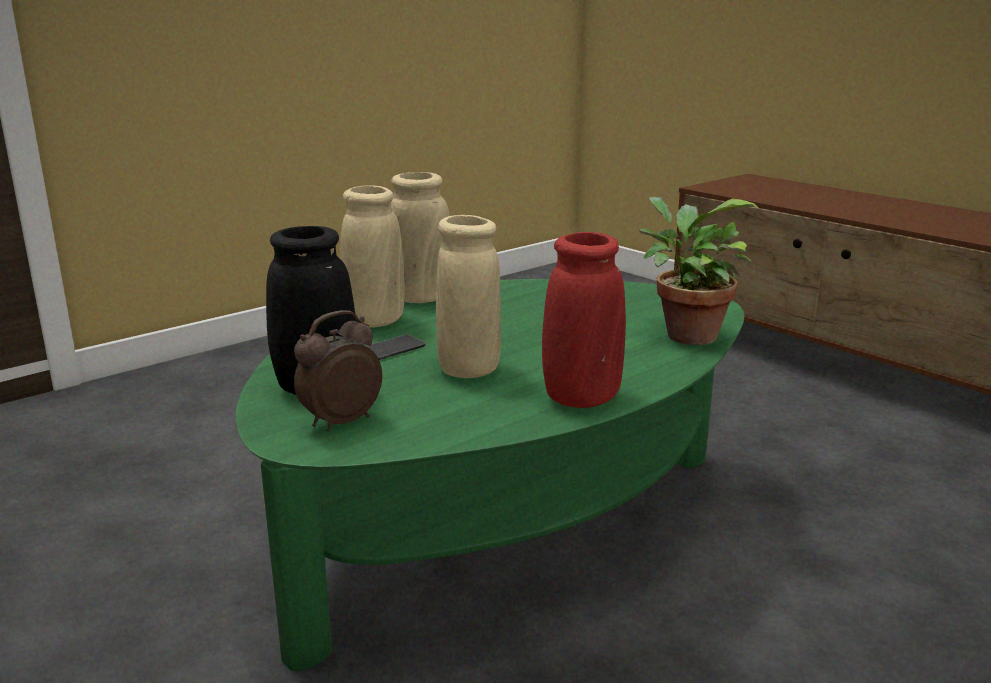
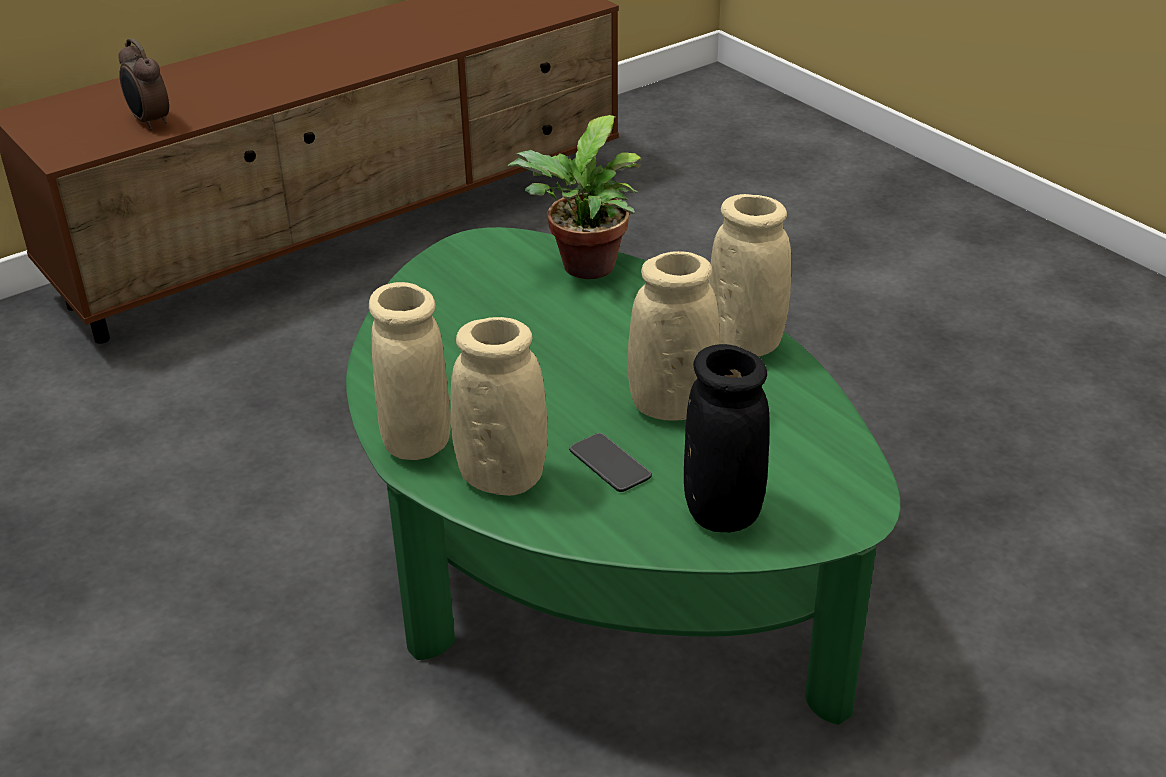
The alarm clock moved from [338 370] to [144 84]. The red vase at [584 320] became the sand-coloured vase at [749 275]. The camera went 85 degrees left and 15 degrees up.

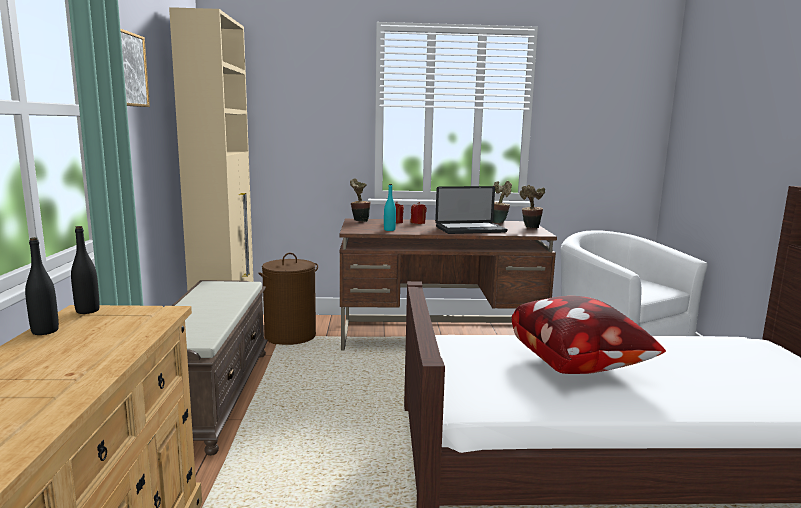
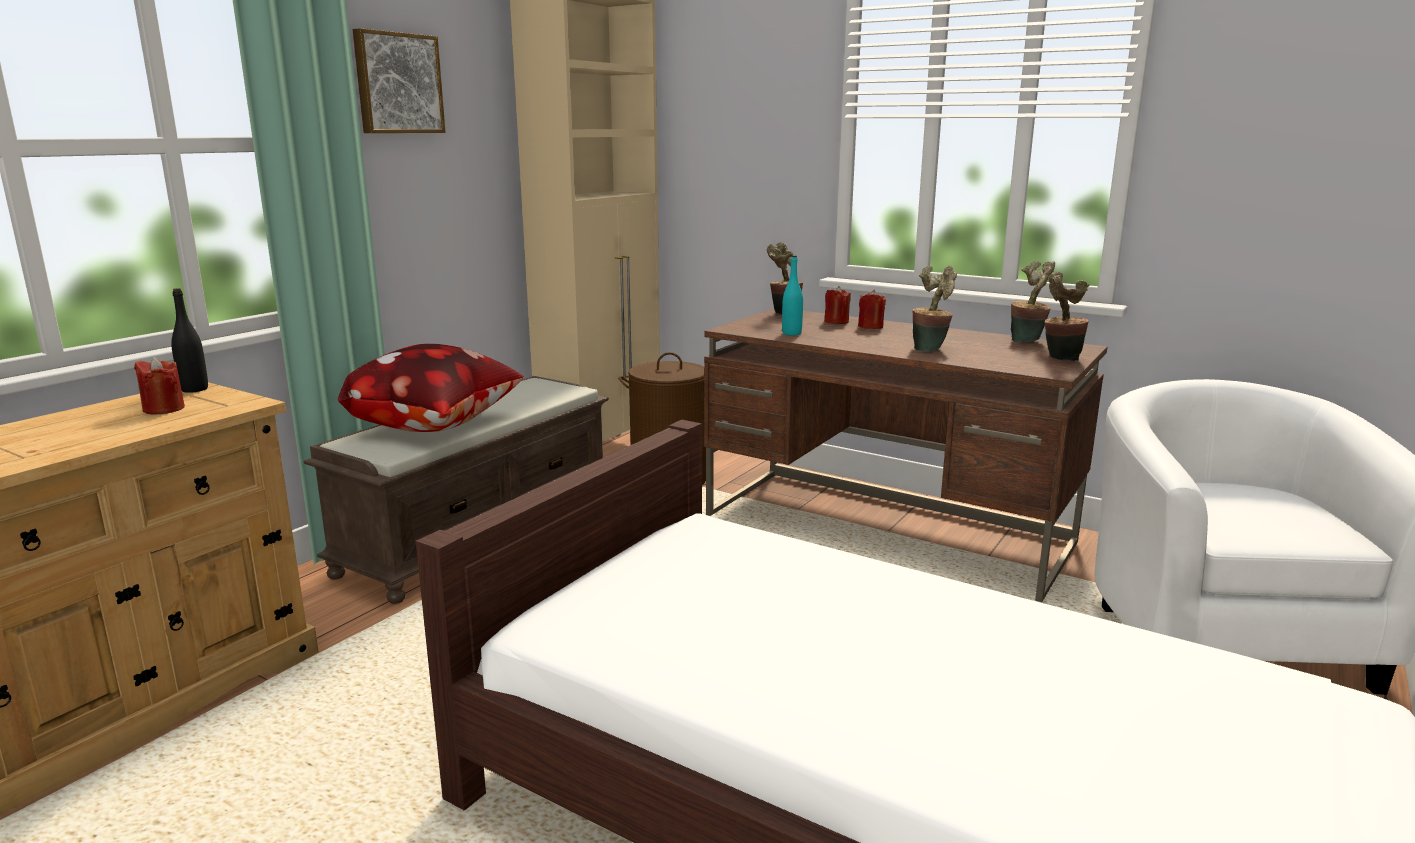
The black-coloured beverage bottle at [42 286] disappeared. The red candle at [159 385] appeared. The pillow moved from [588 335] to [431 388]. The portable computer at [471 210] was replaced by the potted plant at [934 308]. The camera went 35 degrees right and 5 degrees up.

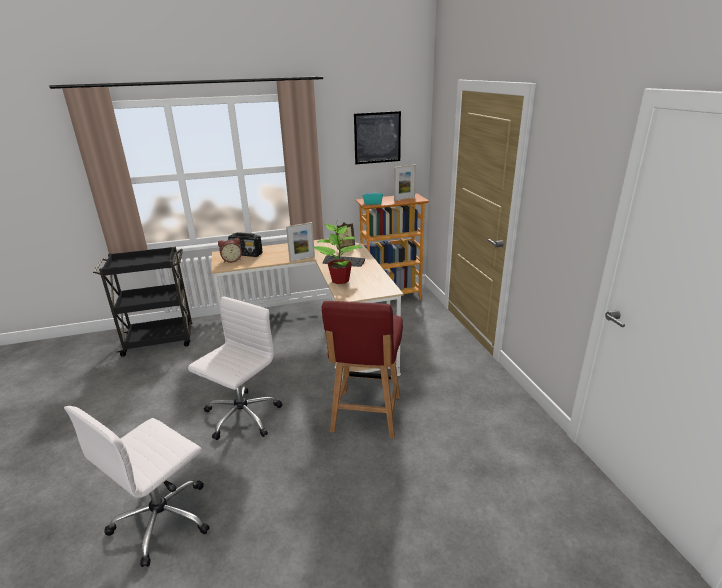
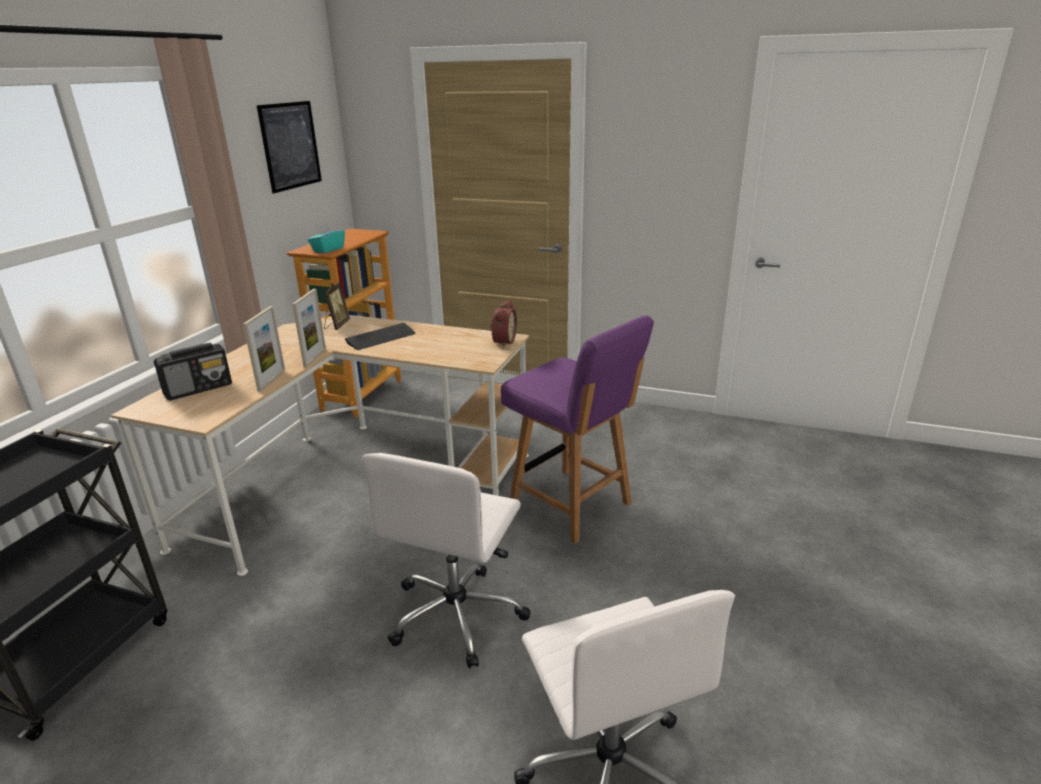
The potted plant at [337 251] disappeared. The alarm clock moved from [230 250] to [503 324]. The standing frame moved from [405 183] to [264 349]. The red plain chair at [362 369] became the purple plain chair at [577 430]. The white-coloured office chair at [235 368] turned 135 degrees counterclockwise. The camera went 55 degrees left and 0 degrees up.

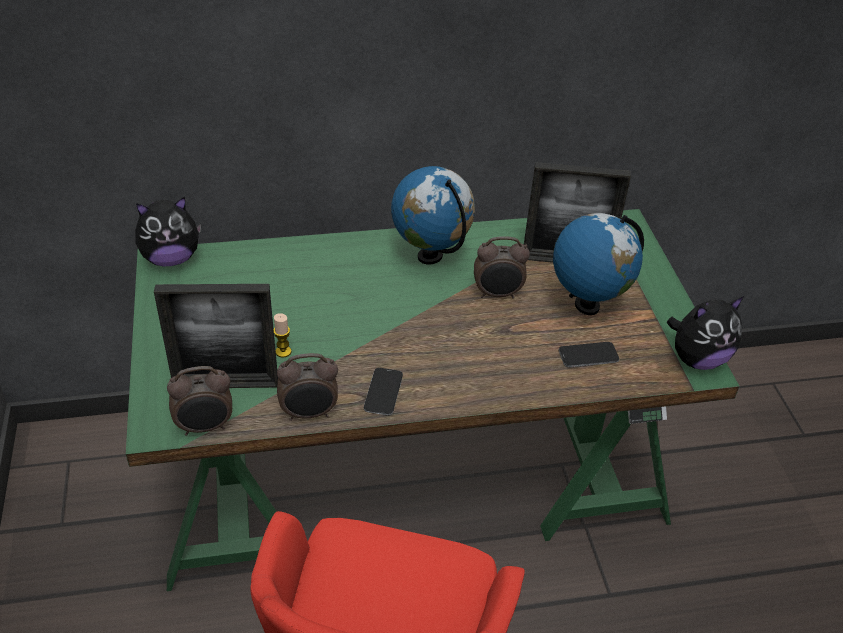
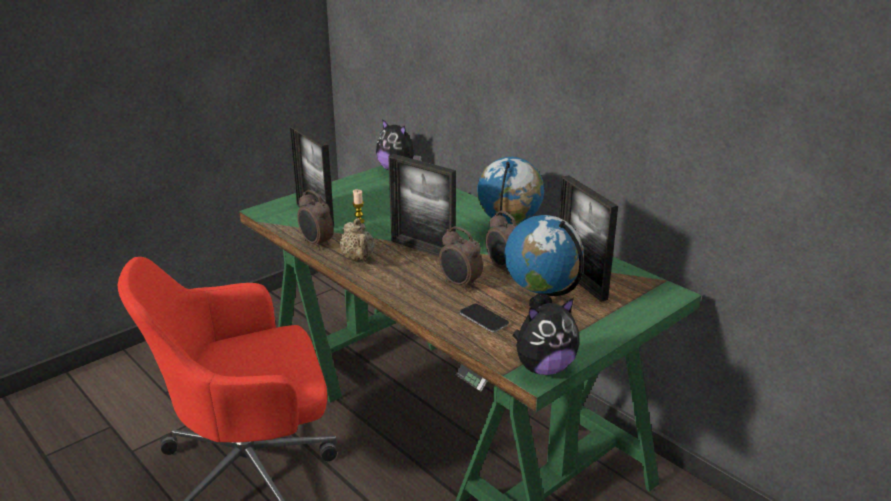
The standing frame at [422 205] appeared. The alarm clock moved from [199 401] to [461 259]. The telephone at [383 391] was replaced by the sand-coloured tea pot at [357 239]. The soft toy at [705 333] turned 60 degrees counterclockwise. The camera went 60 degrees right and 15 degrees down.

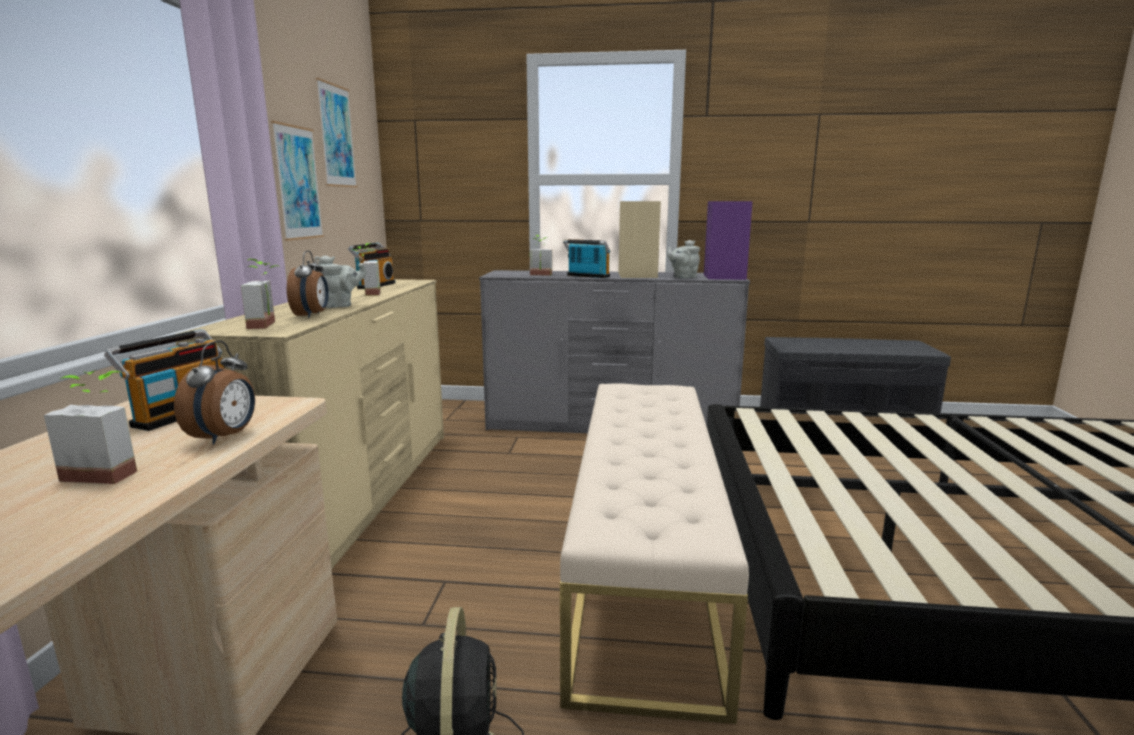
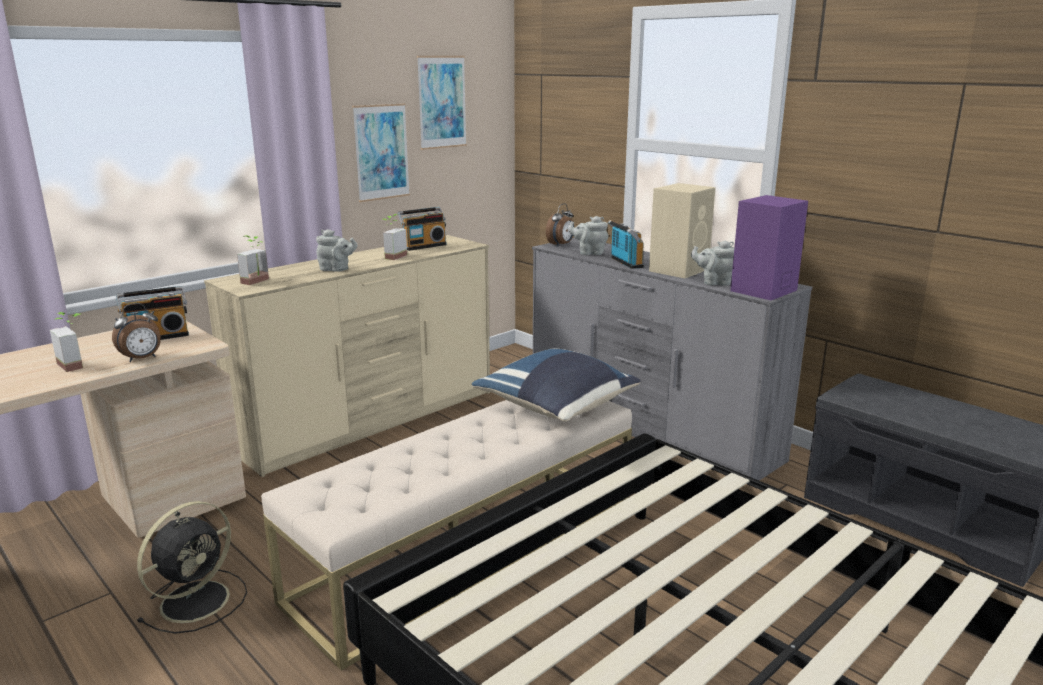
The bluish pillow at [556 385] appeared. The alarm clock moved from [308 284] to [560 225]. The potted plant at [541 255] was replaced by the gray tea pot at [588 235]. The camera went 40 degrees right and 5 degrees up.

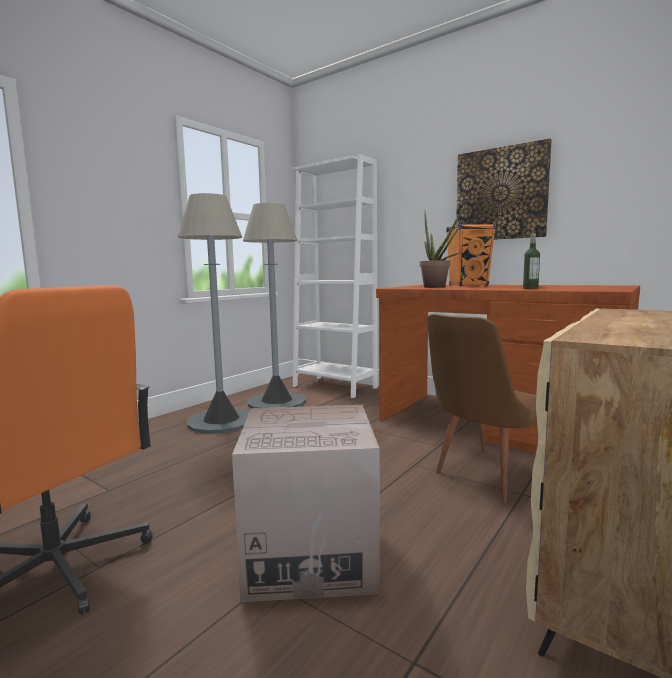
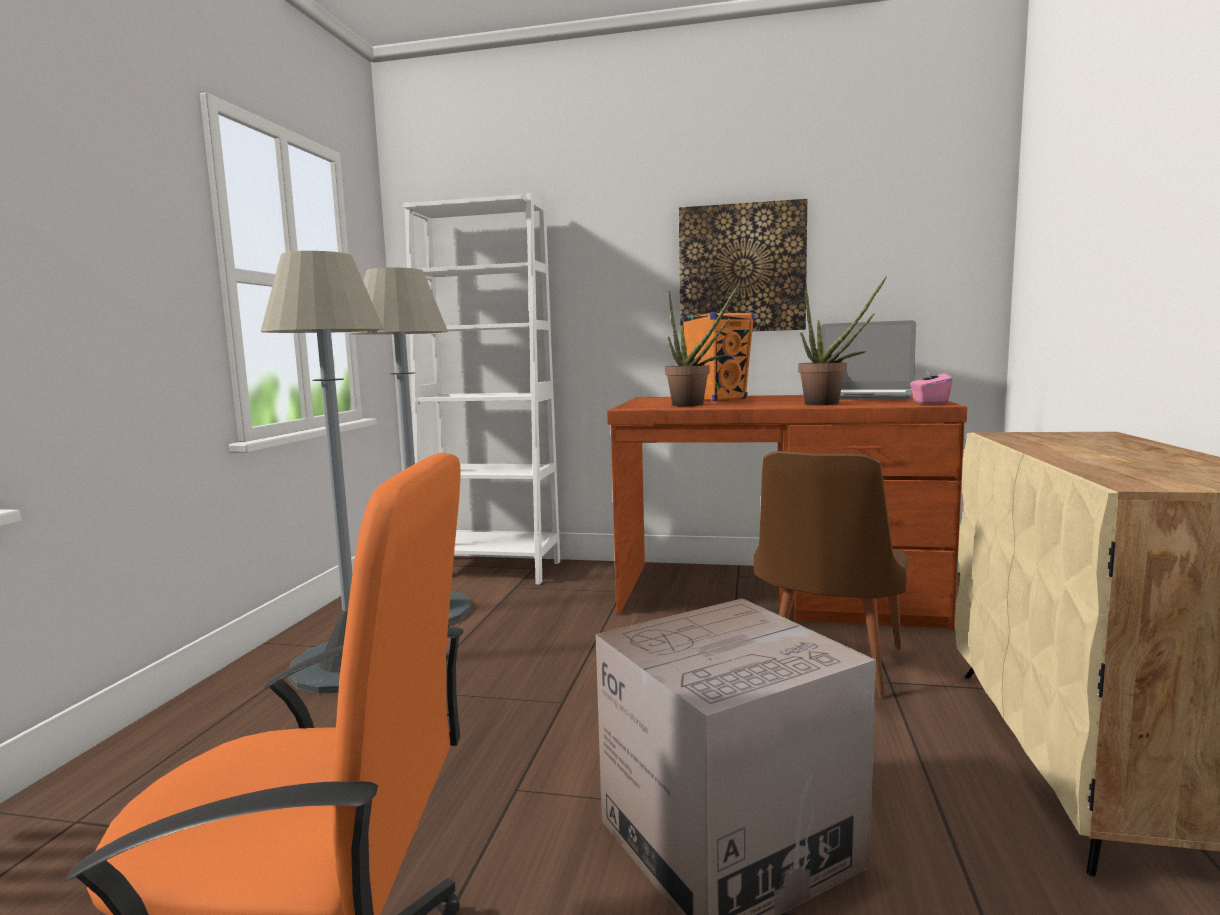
The portable computer at [868 359] appeared. The pink-coloured tissue box at [931 385] appeared. The beverage bottle at [531 261] was replaced by the potted plant at [842 340]. The camera went 25 degrees left and 0 degrees up.

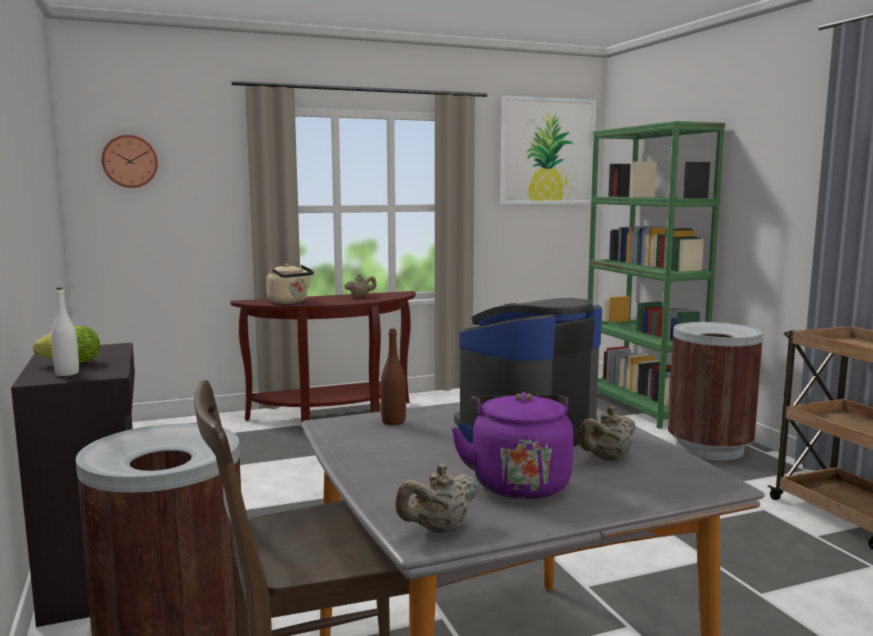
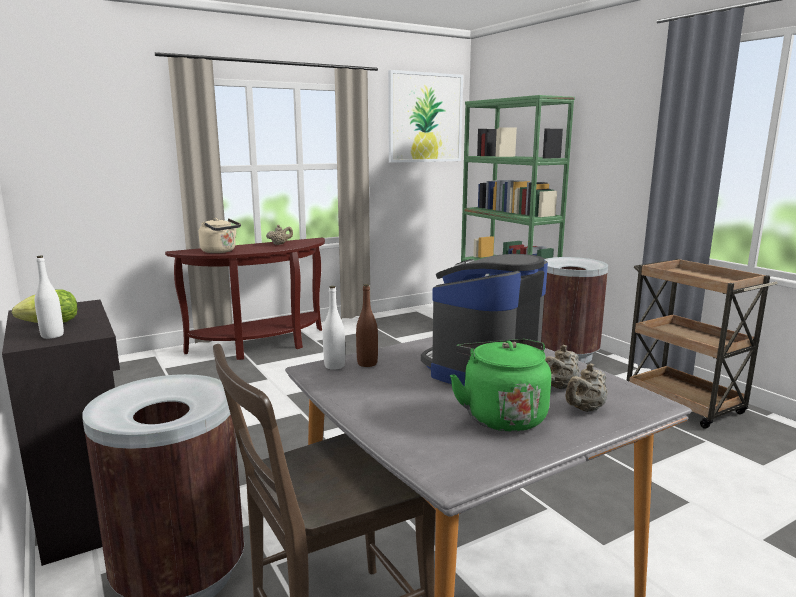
The clock on the wall at [130 161] disappeared. The white-coloured beverage bottle at [334 328] appeared. The sand-coloured tea pot moved from [437 498] to [586 387]. The purple kettle at [512 445] became the greenish kettle at [500 385]. The camera went 10 degrees left and 5 degrees up.

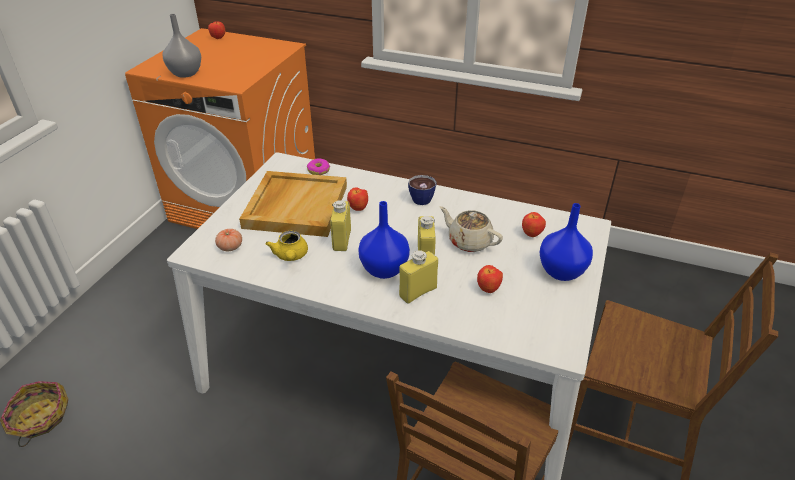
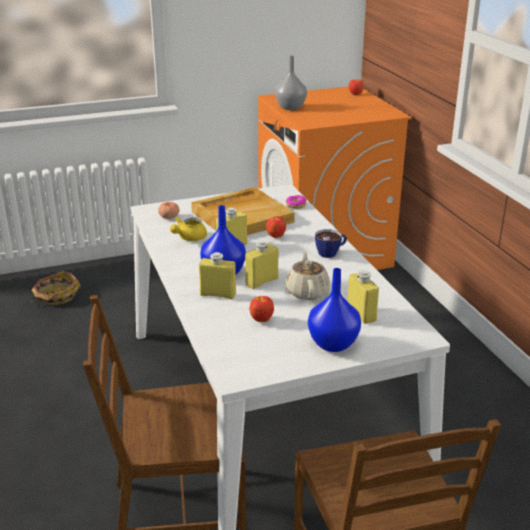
The whole apple at [534 224] was replaced by the yellow beverage bottle at [363 297]. The camera went 50 degrees right and 10 degrees down.

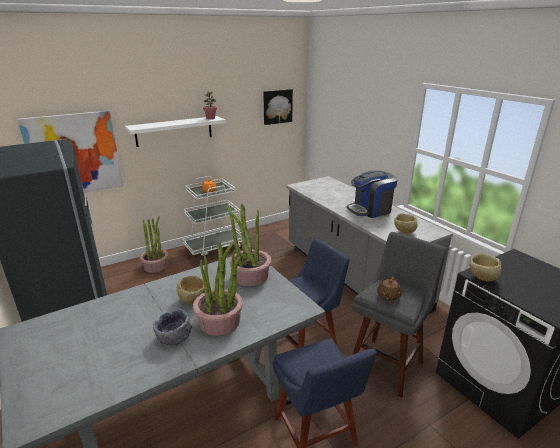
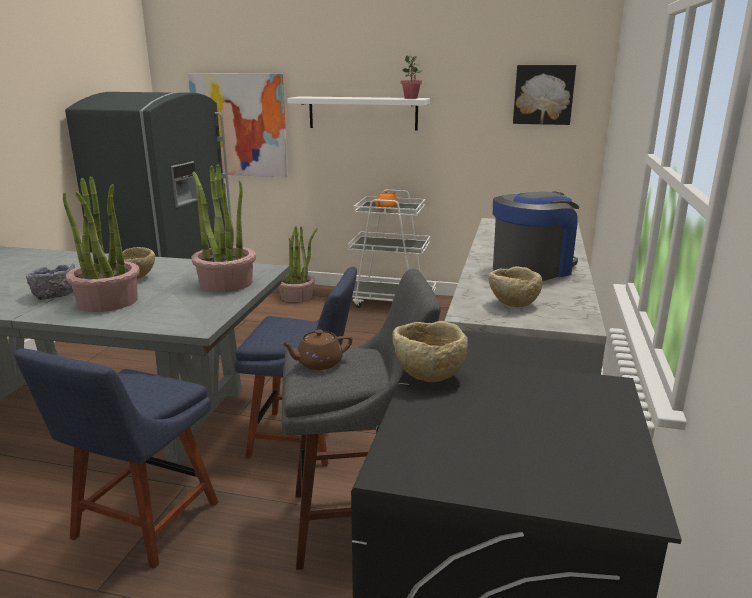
The coffee machine at [372 194] turned 120 degrees clockwise. The camera went 45 degrees right and 5 degrees down.

